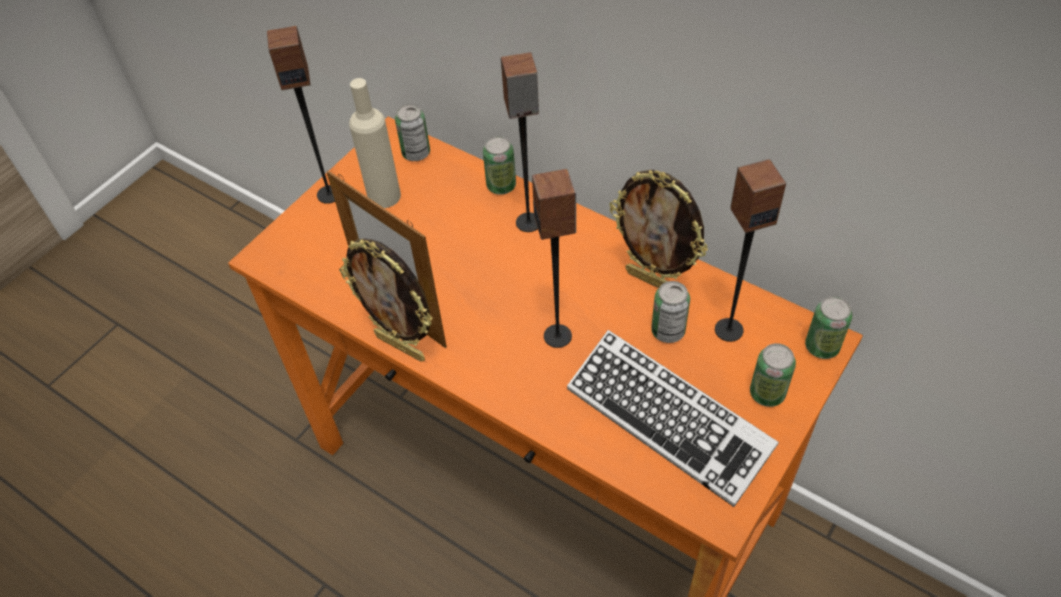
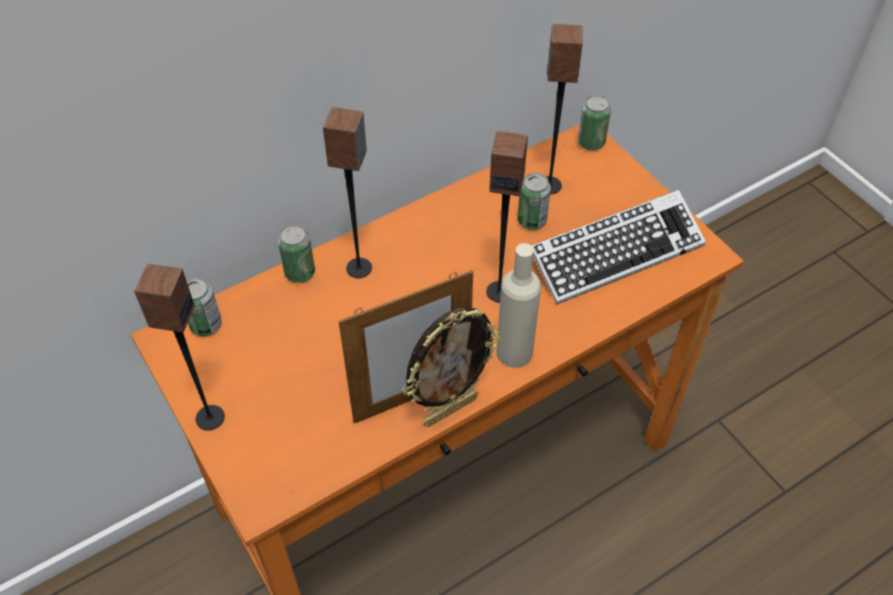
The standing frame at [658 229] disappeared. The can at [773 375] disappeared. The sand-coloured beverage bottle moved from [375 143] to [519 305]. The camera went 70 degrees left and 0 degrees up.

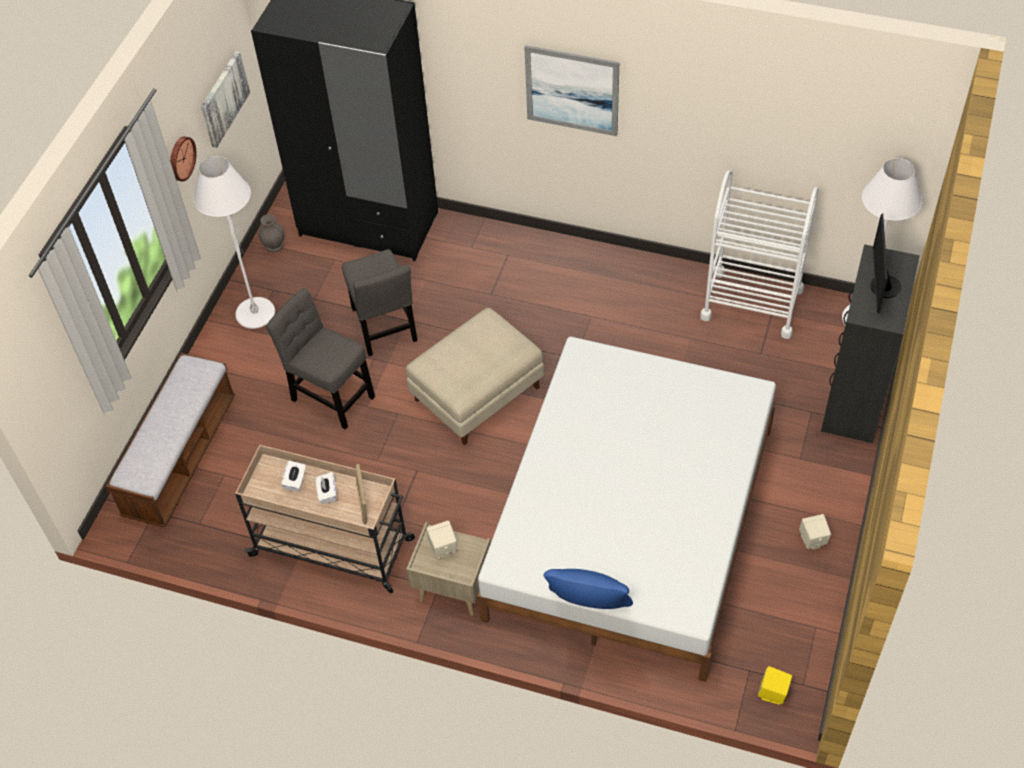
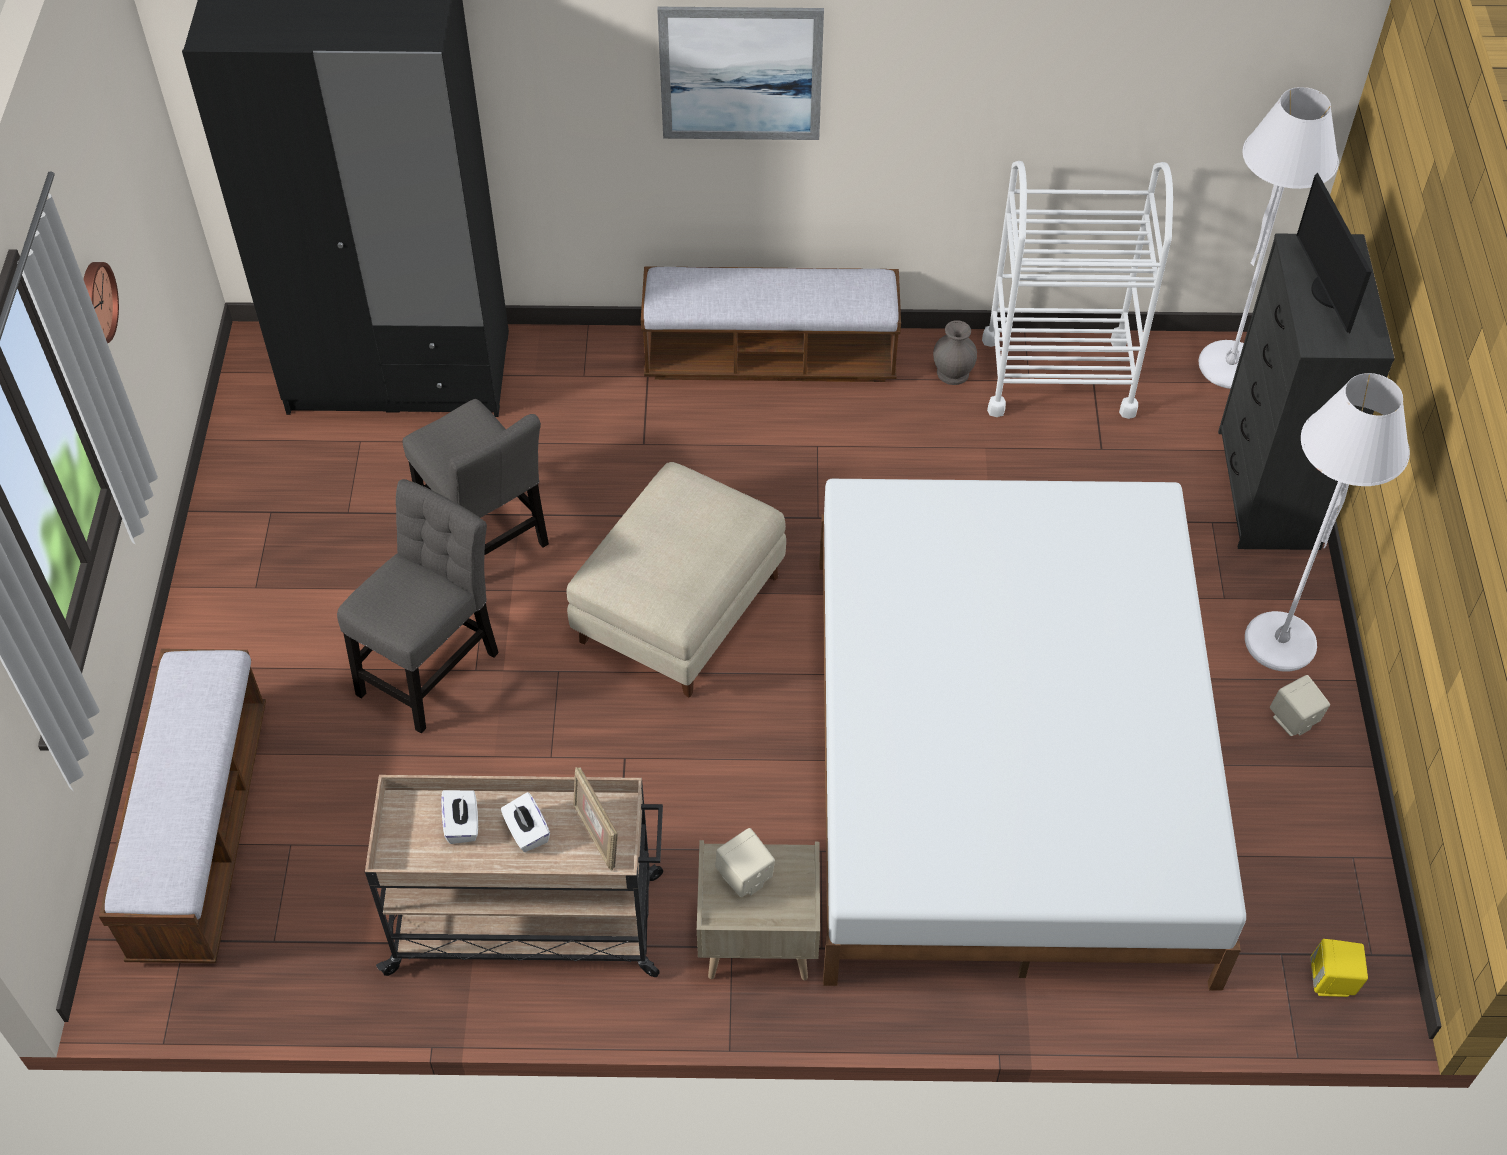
The picture at [225 99] disappeared. The bluish pillow at [588 589] disappeared. The bench at [771 324] appeared. The white-coloured floor lamp moved from [234 242] to [1327 522]. The gray vase moved from [271 233] to [955 352]. The gray plain chair at [320 359] turned 105 degrees clockwise. The camera went 20 degrees left and 0 degrees up.

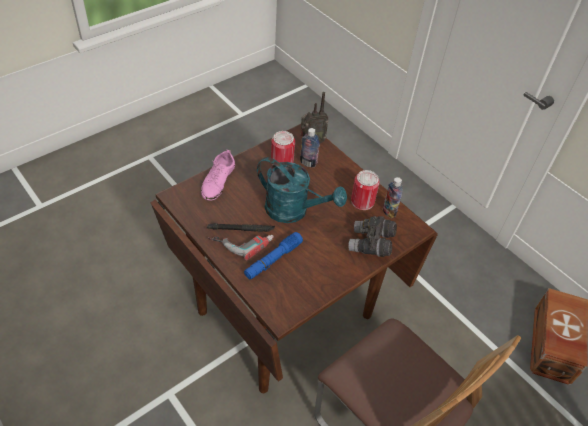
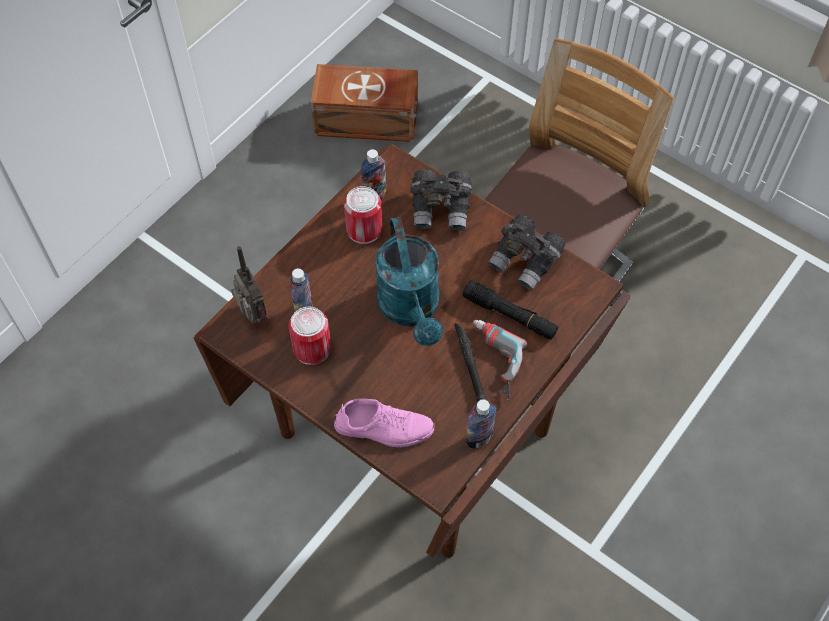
The beverage bottle at [481 424] appeared. The gray binoculars at [527 252] appeared. The bluish hand torch at [273 255] became the black-coloured hand torch at [510 310]. The turquoise-coloured watering pot at [302 190] turned 150 degrees clockwise. The camera went 100 degrees left and 10 degrees up.

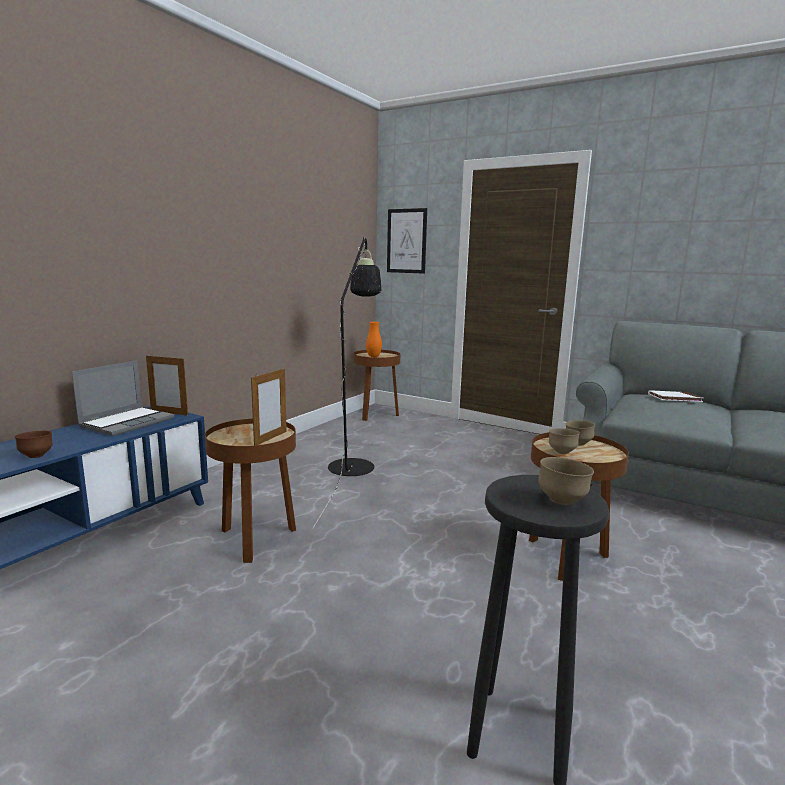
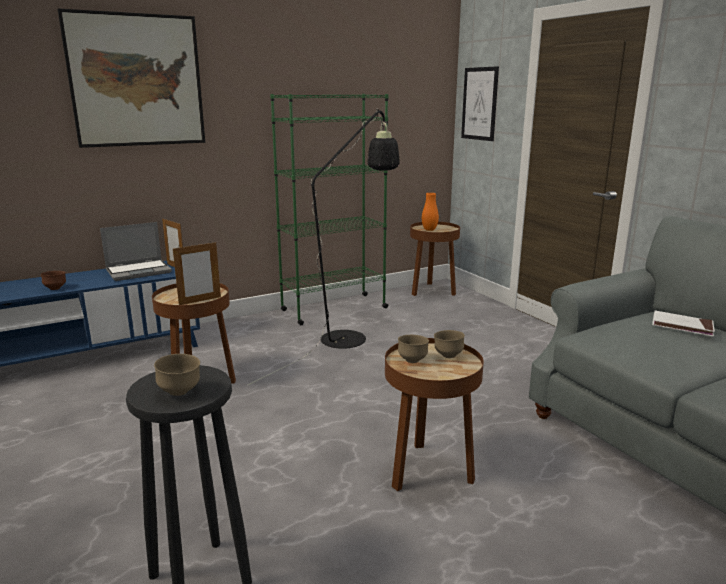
The picture at [131 78] appeared. The greenish bookcase at [329 209] appeared. The camera went 30 degrees right and 5 degrees up.

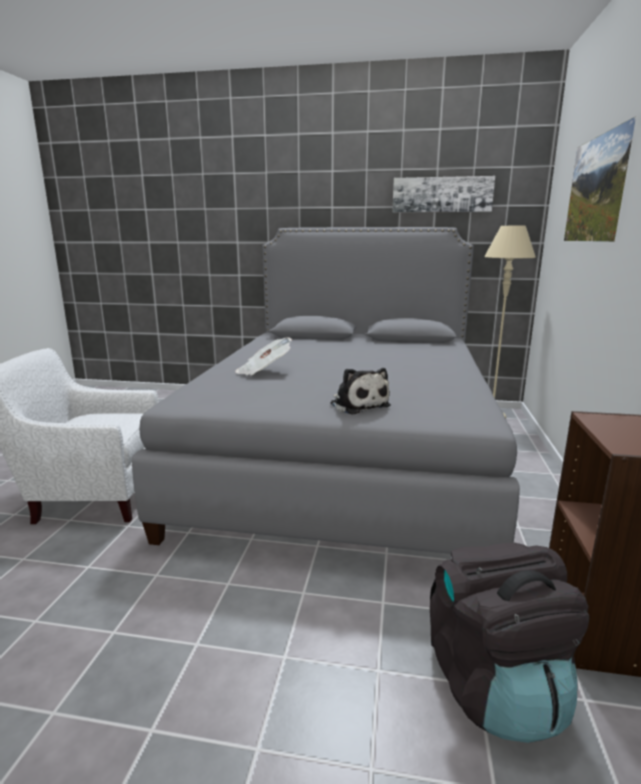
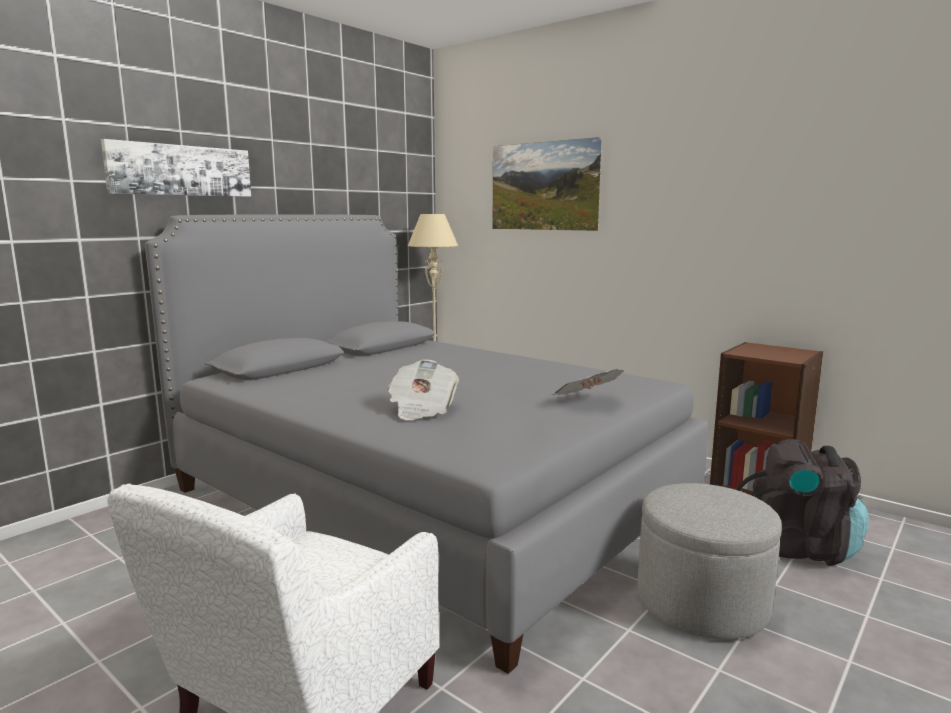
The gray pouffe at [709 561] appeared. The picture moved from [443 194] to [176 168]. The soft toy at [361 391] was replaced by the daily paper at [588 382]. The camera went 60 degrees left and 5 degrees down.

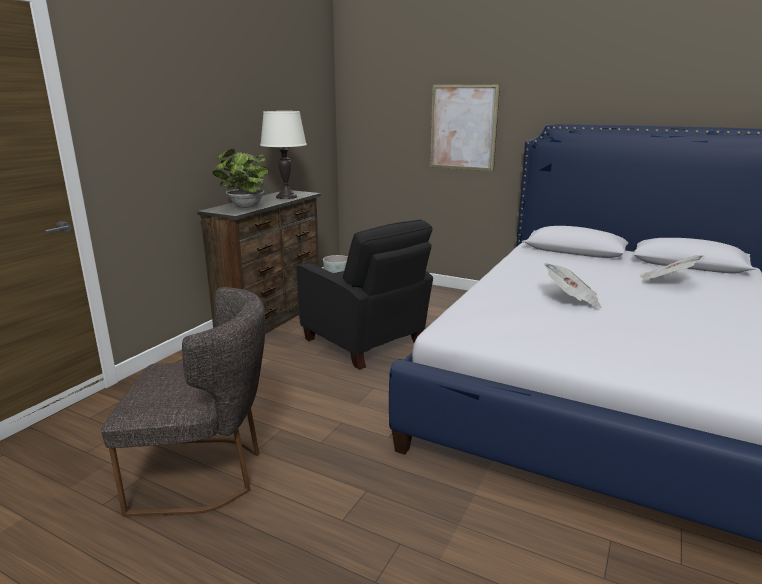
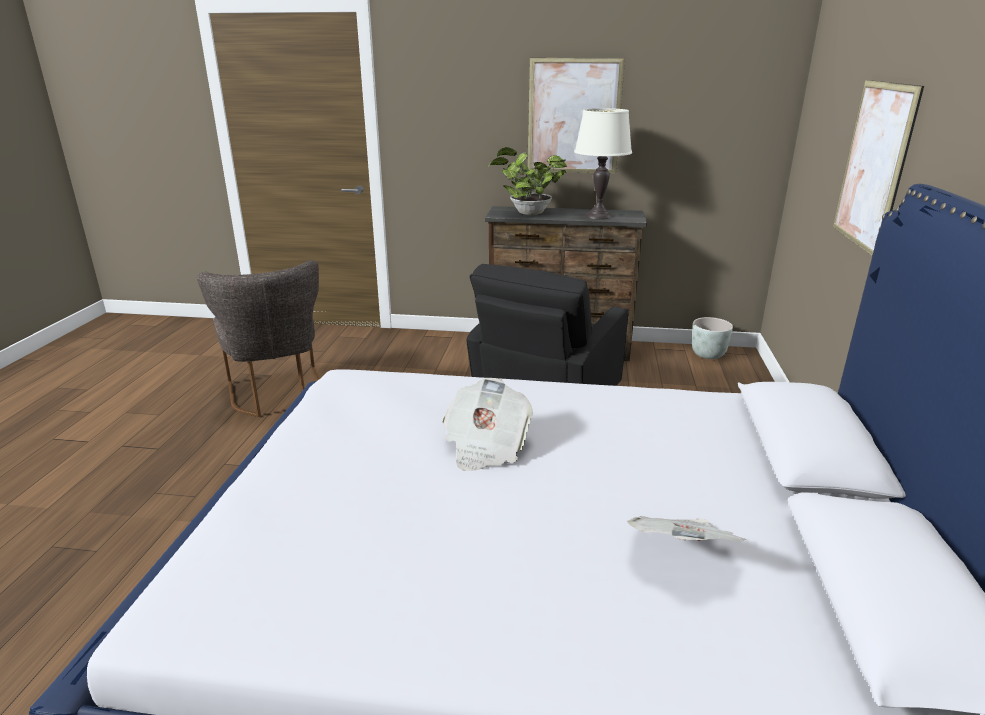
The picture at [576 116] appeared. The camera went 70 degrees right and 5 degrees up.

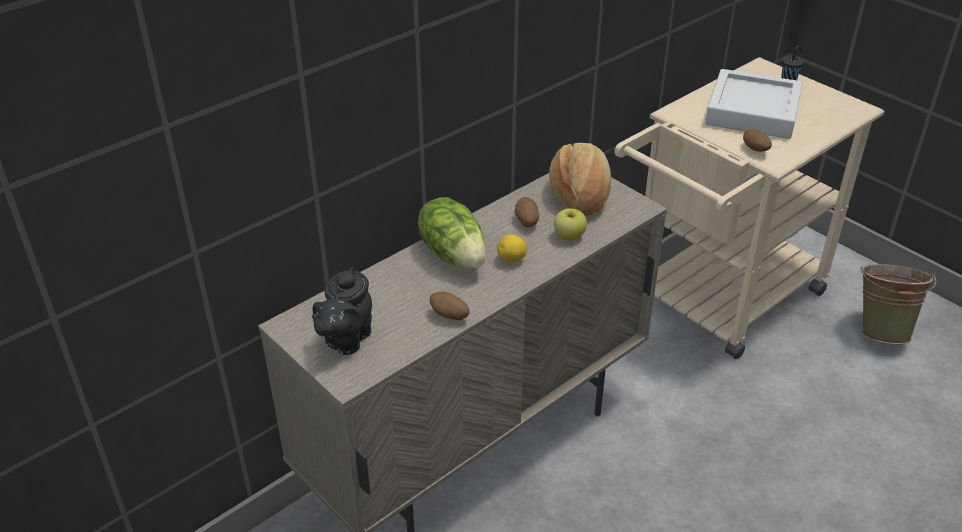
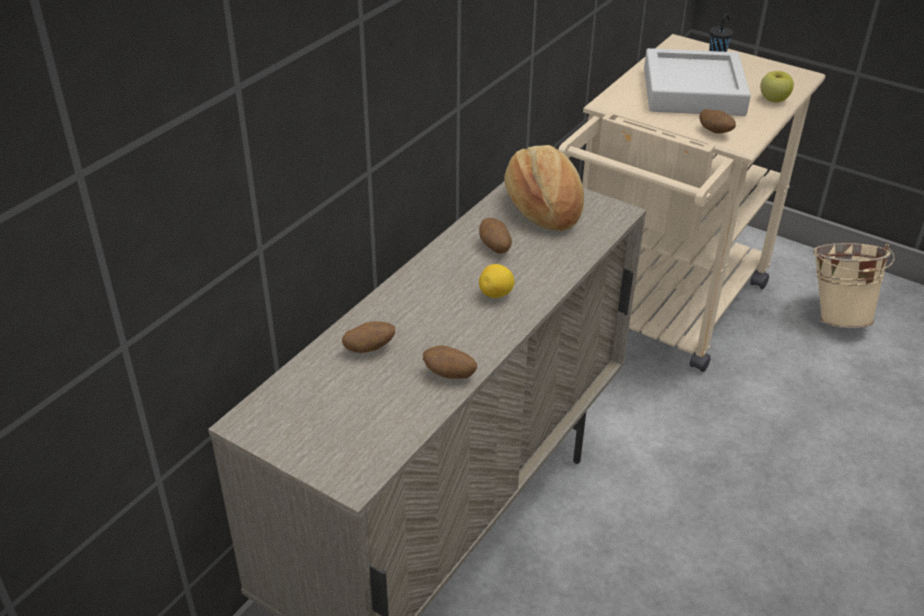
The black-coloured tea pot at [342 311] disappeared. The lettuce head at [452 233] disappeared. The spud at [368 337] appeared. The whole apple moved from [570 224] to [777 86]. The greenish water bucket at [899 304] became the sand-coloured water bucket at [854 285]. The camera went 15 degrees left and 0 degrees up.

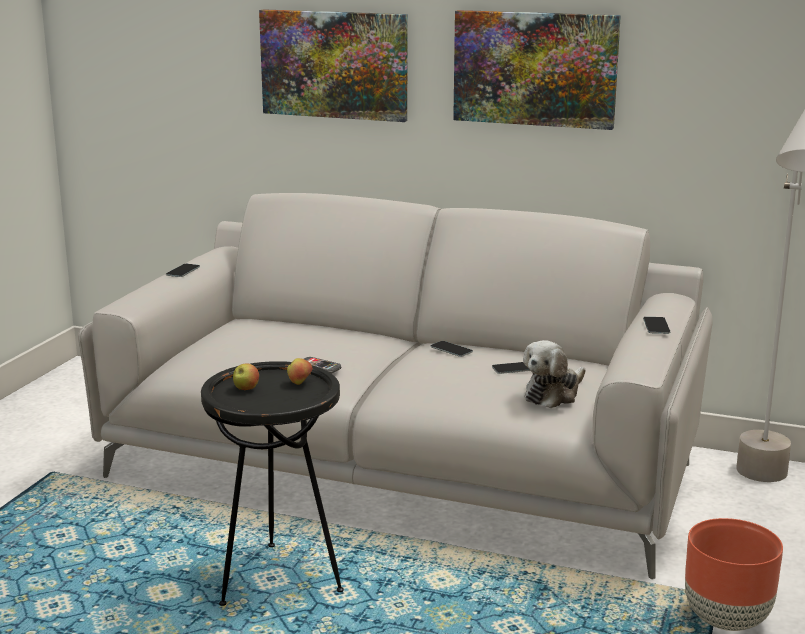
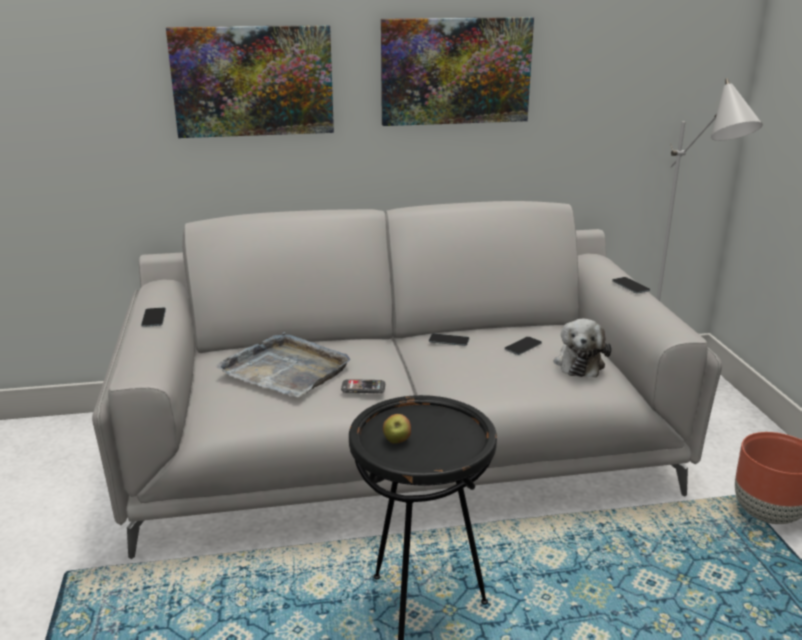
The whole apple at [300 371] disappeared. The gray tray at [283 364] appeared. The camera went 30 degrees left and 5 degrees up.

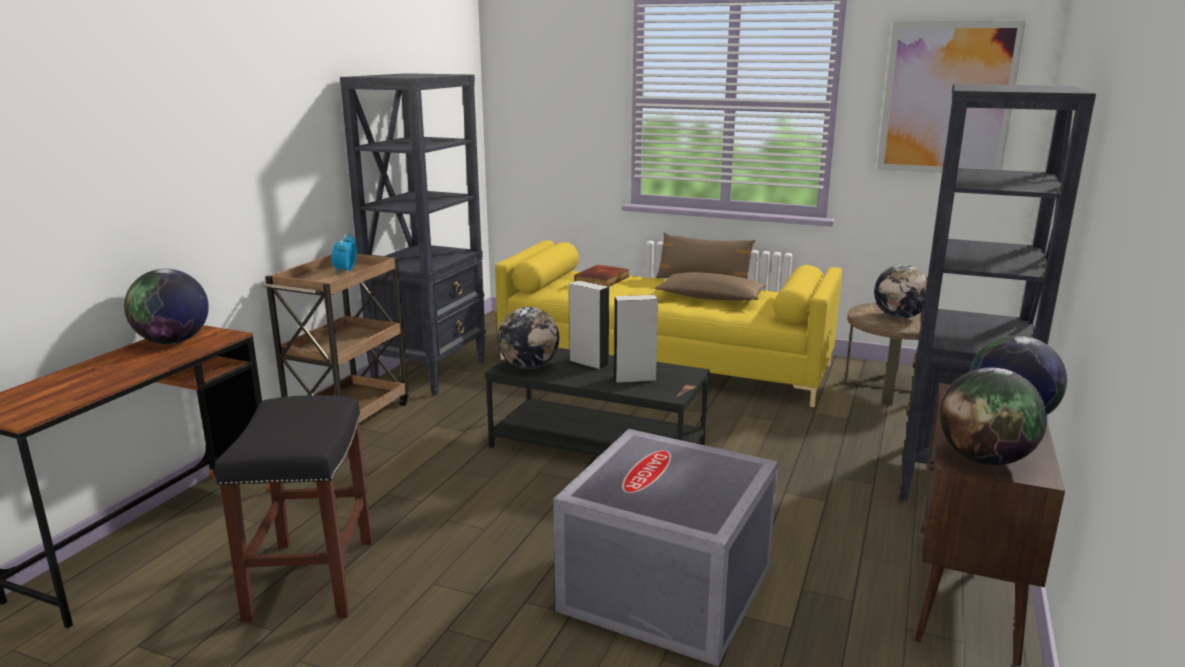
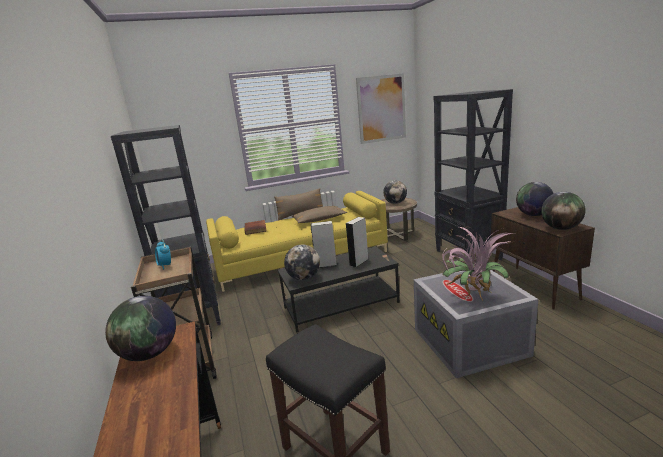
The potted plant at [478 263] appeared. The camera went 40 degrees left and 0 degrees up.

